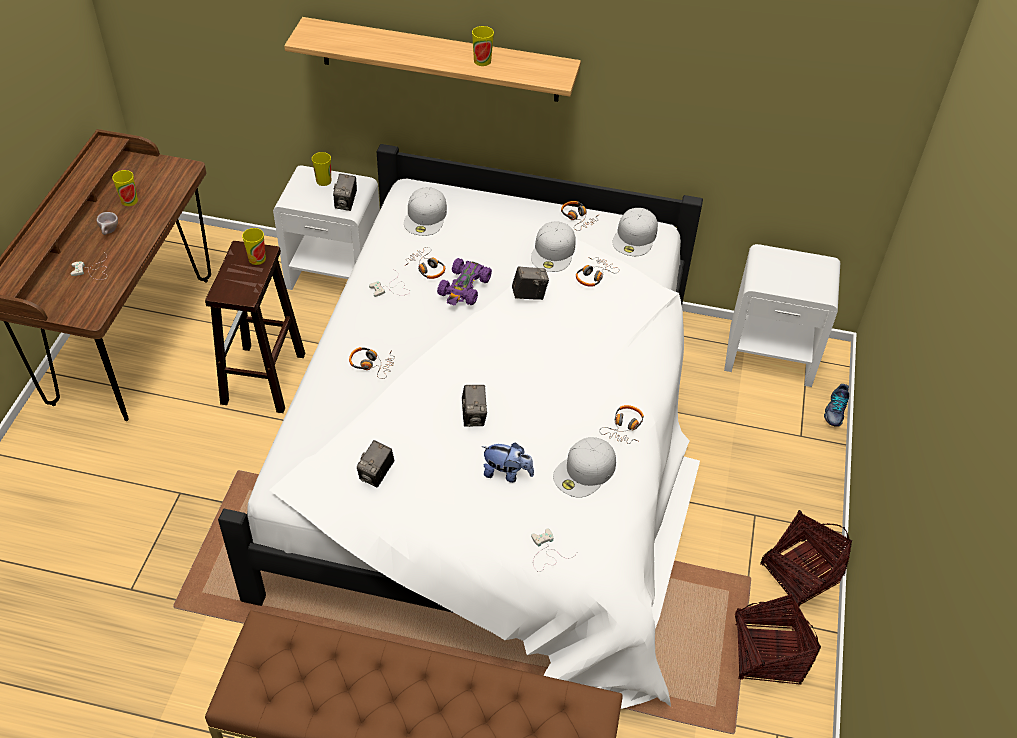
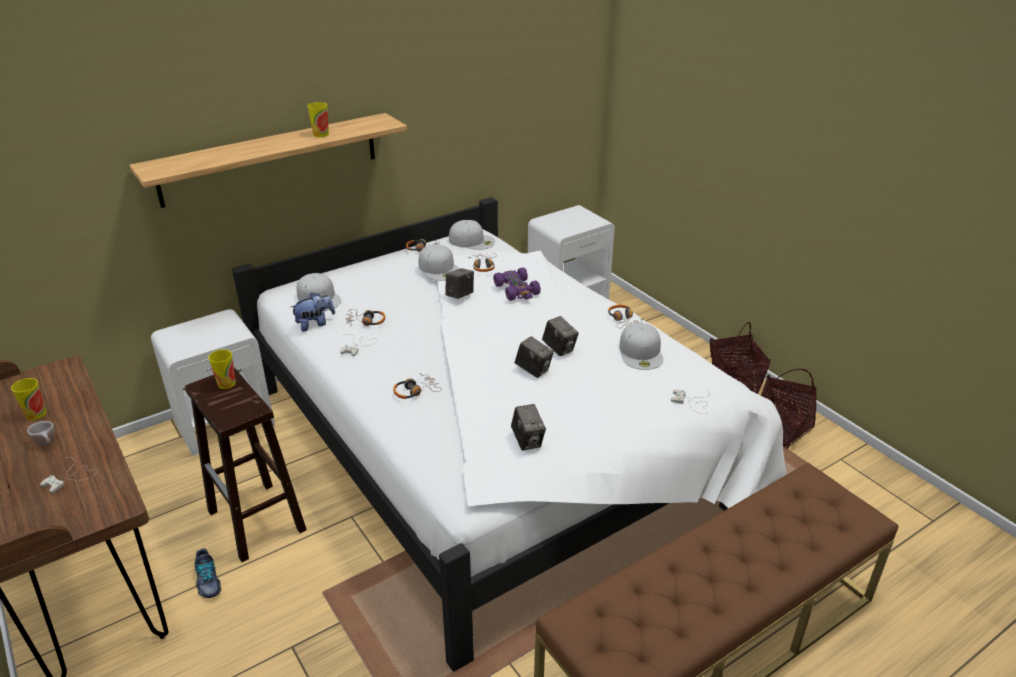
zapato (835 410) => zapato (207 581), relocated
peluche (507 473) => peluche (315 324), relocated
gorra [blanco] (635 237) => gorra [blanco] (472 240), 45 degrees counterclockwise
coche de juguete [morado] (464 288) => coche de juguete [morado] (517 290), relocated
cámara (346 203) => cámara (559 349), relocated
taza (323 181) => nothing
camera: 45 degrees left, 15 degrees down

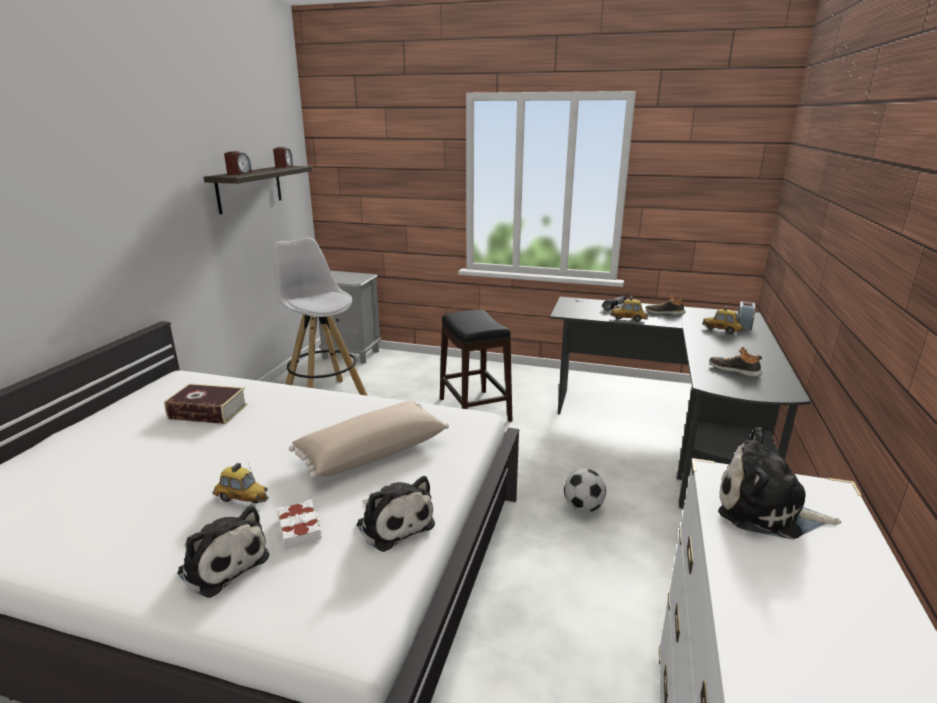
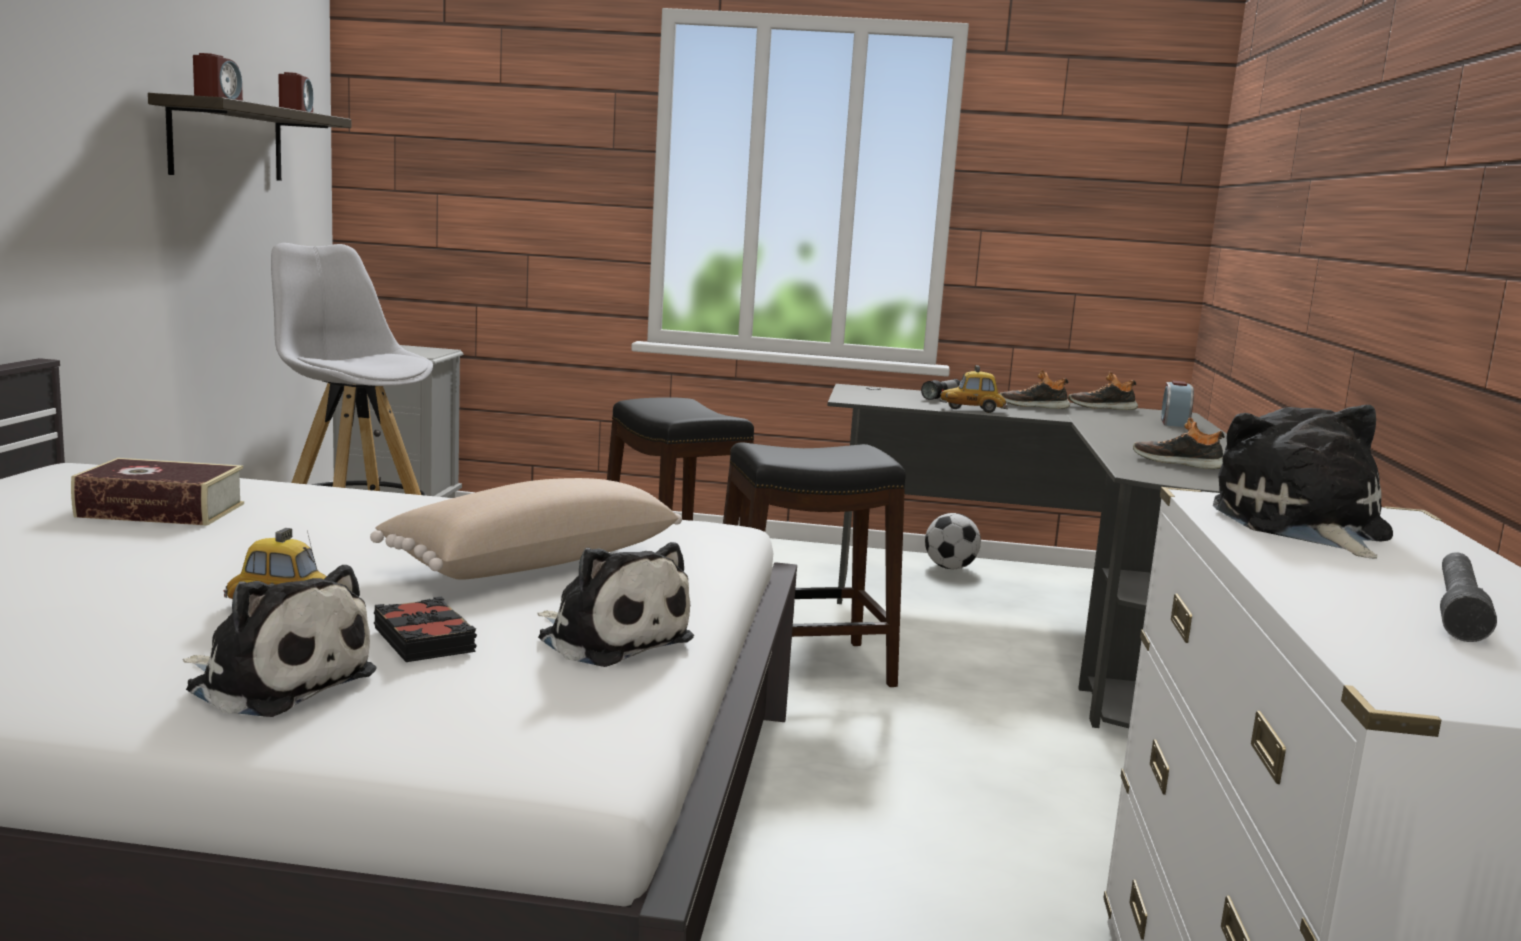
libro [blanco] (300 528) => libro [negro] (425 640)
nothing => taburete [negro] (799 666)
balón de fútbol (582 507) => balón de fútbol (949 568), relocated
nothing => zapato (1101 407)
peluche (766 510) => peluche (1302 526), 75 degrees clockwise
nothing => linterna [gris] (1458 610)
coche de juguete (721 330) => nothing
camera: 10 degrees left, 10 degrees down

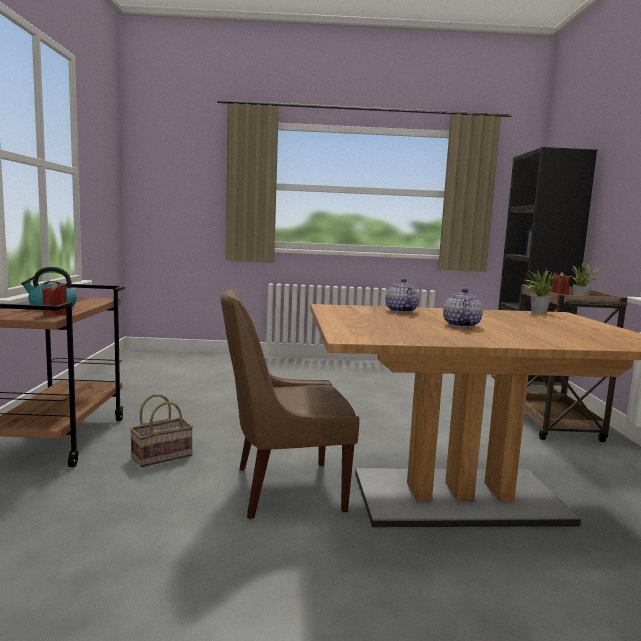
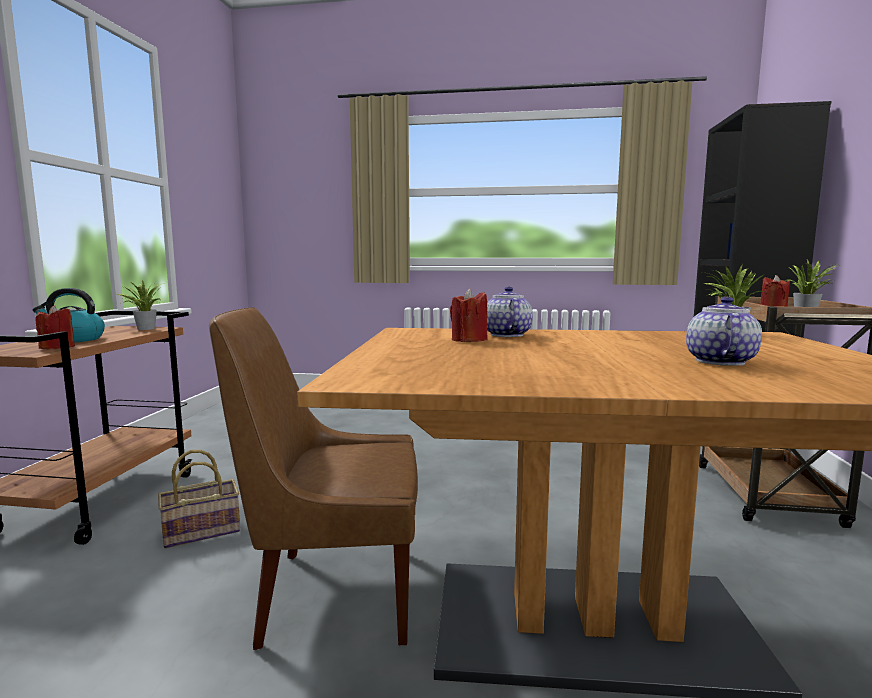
nothing => planta en maceta (144 329)
nothing => vela [rojo] (469 340)
tetera (460 325) => tetera (719 361), relocated
camera: 10 degrees right, 0 degrees up

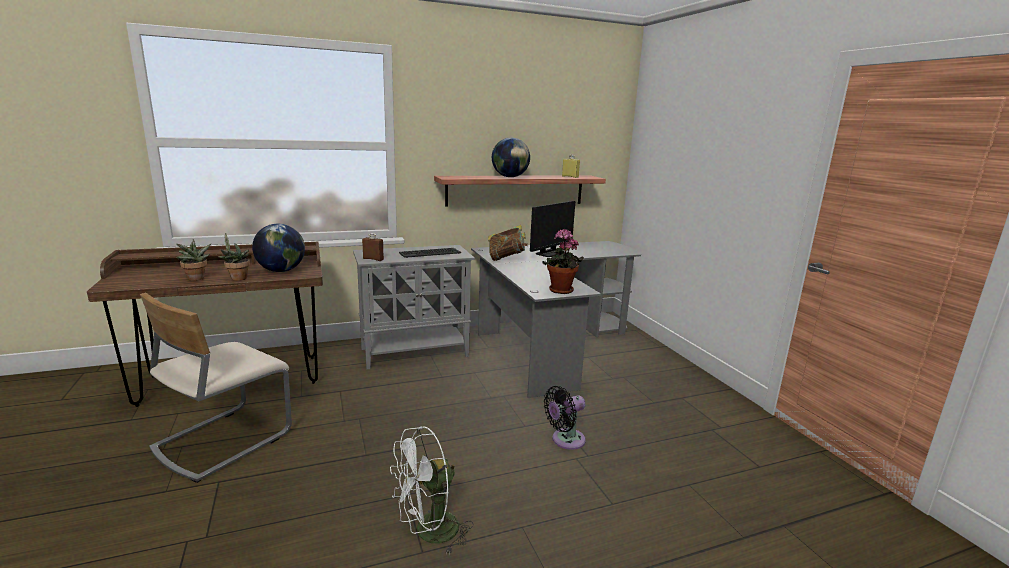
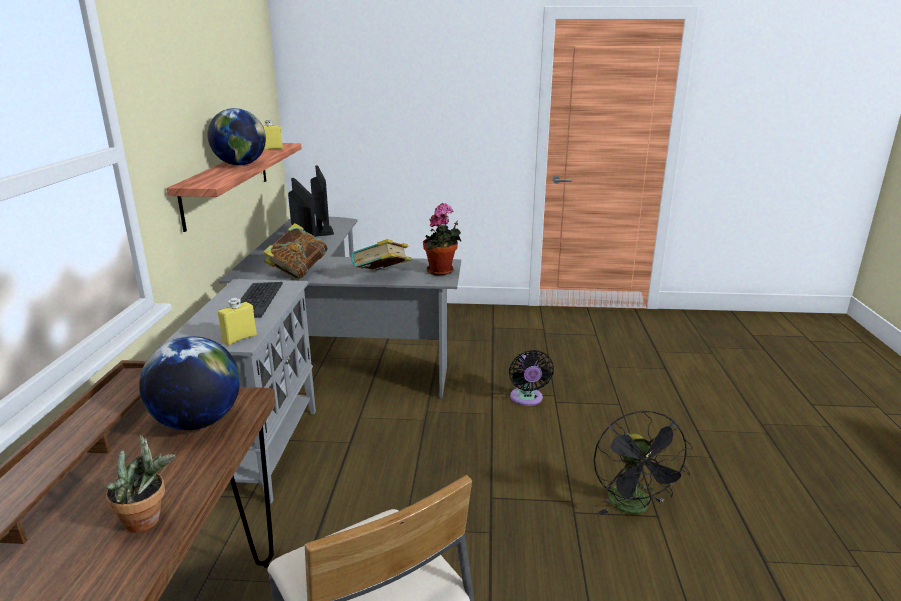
botella [marrón] (373 259) => botella [amarillo] (239 339)
nothing => monitor (322 231)
nothing => libro (382 276)
ventilador [blanco] (429 533) => ventilador [negro] (634 507)
planta en maceta (237 278) => nothing
camera: 65 degrees left, 5 degrees up

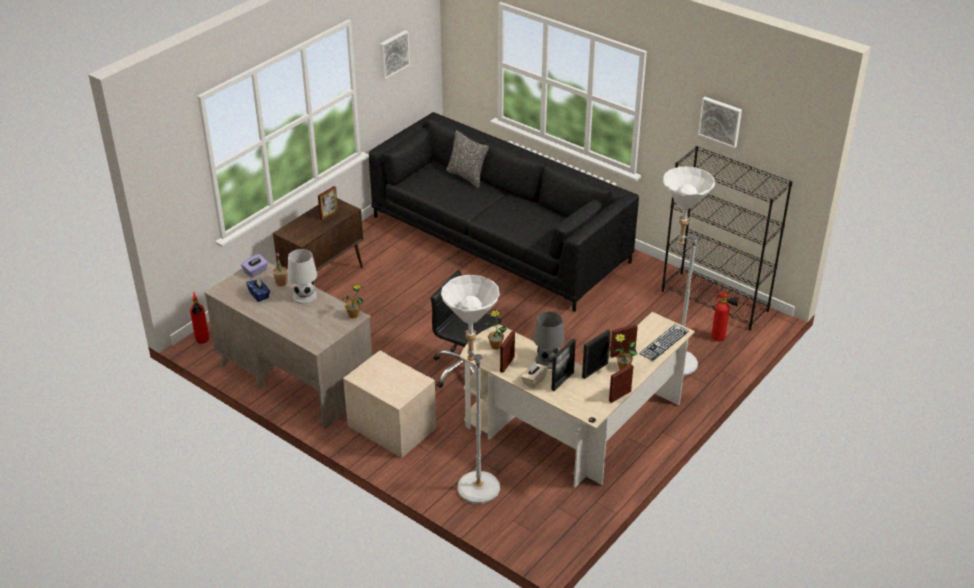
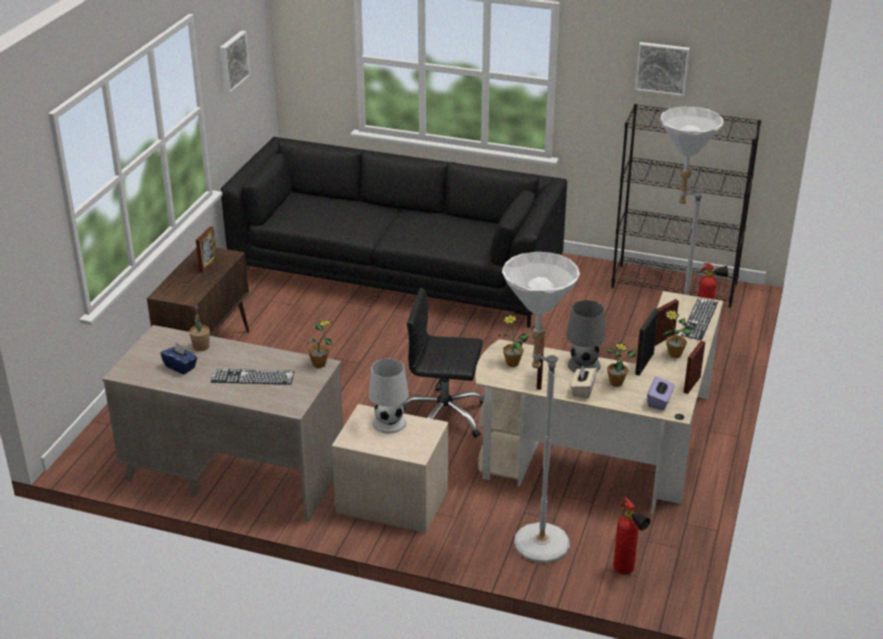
nothing => teclado (252 377)
lámpara de mesa [blanco] (304 296) => lámpara de mesa [blanco] (389 423), relocated
portarretratos (562 381) => planta en maceta (616 383)
extintor (203 343) => extintor (627 572), relocated
caja de pañuelos [morado] (256 271) => caja de pañuelos [morado] (659 401), relocated
cojín (467 177) => nothing
camera: 20 degrees left, 5 degrees down

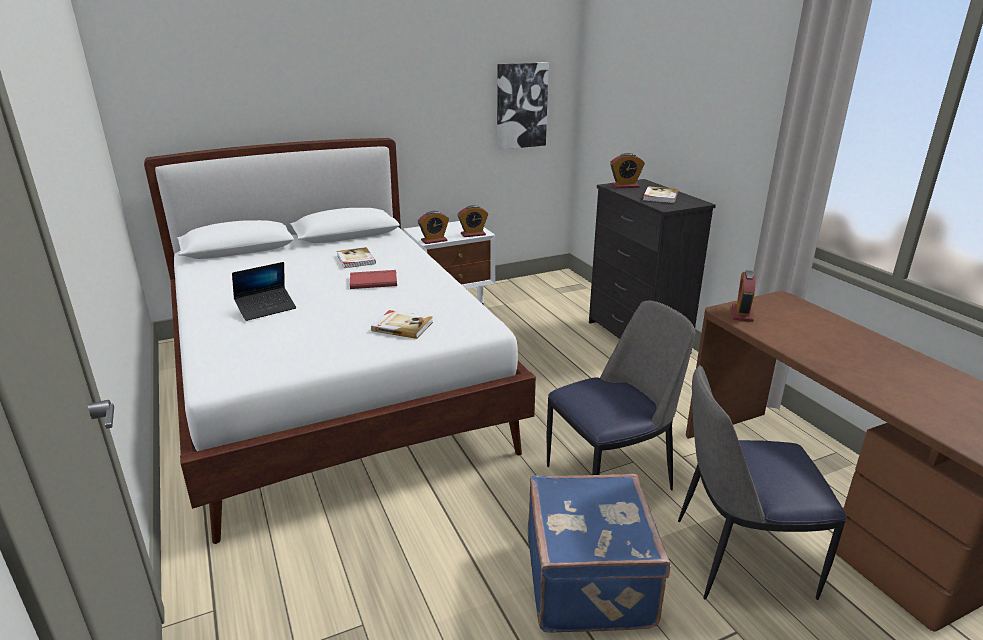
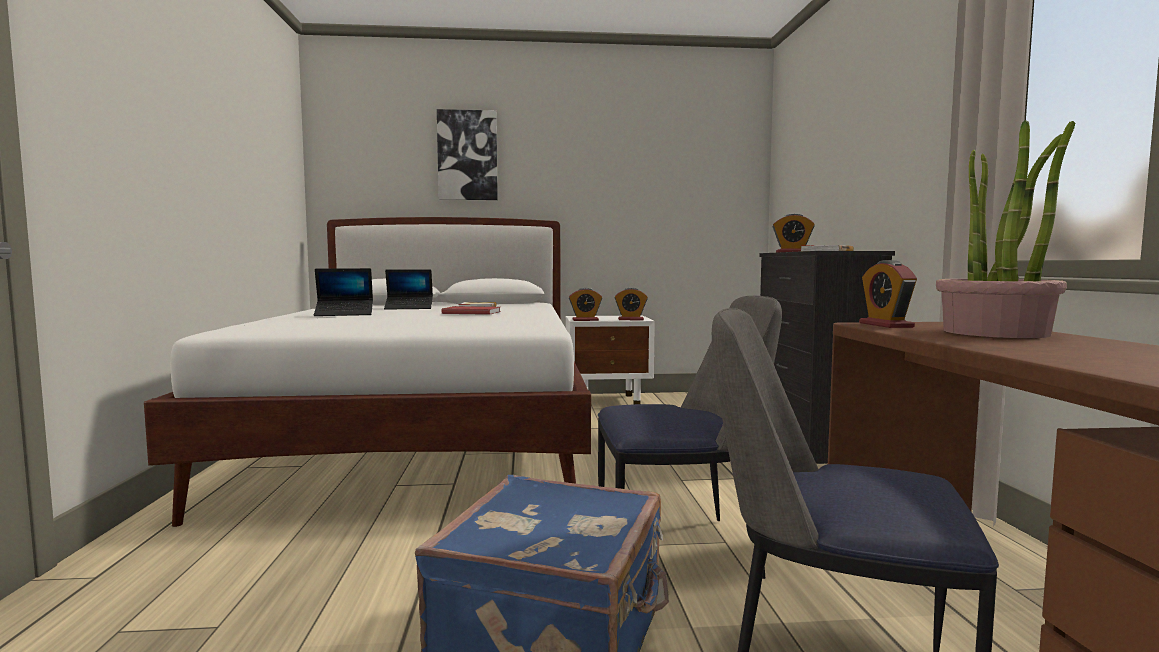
nothing => portátil (409 308)
cuadro (521 106) => cuadro (467 155), relocated
despertador (742 313) => despertador (885 325), 45 degrees counterclockwise
nothing => planta en maceta (996 333)
libro (402 326) => nothing
camera: 20 degrees right, 20 degrees down

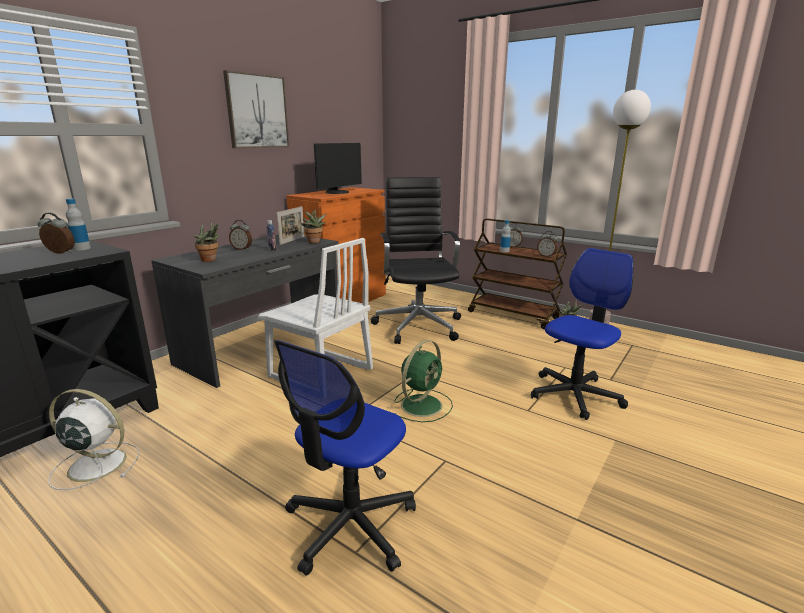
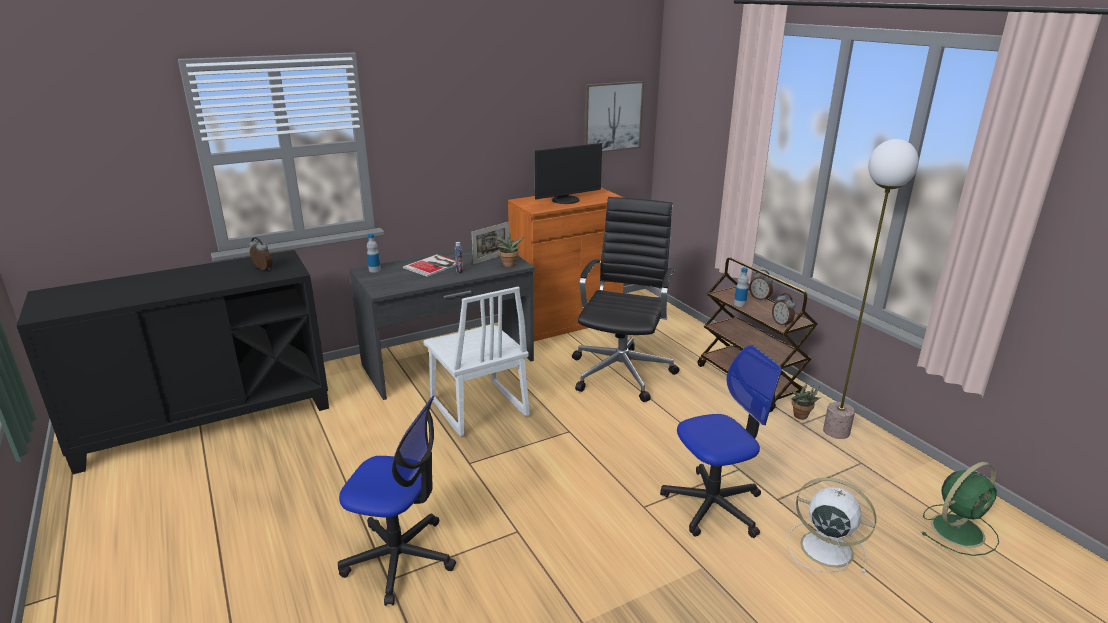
silla de oficina (350 525) => silla de oficina (400 558), 135 degrees counterclockwise
botella (82 248) => botella (374 270), relocated
despertador (242 249) => libro (433 265)
cuadro (257 111) => cuadro (612 117), relocated
ventilador [blanco] (95 464) => ventilador [blanco] (824 548), relocated
ventilador [verde] (422 404) => ventilador [verde] (959 529), relocated
planta en maceta (210 260) => nothing
camera: 25 degrees right, 5 degrees up

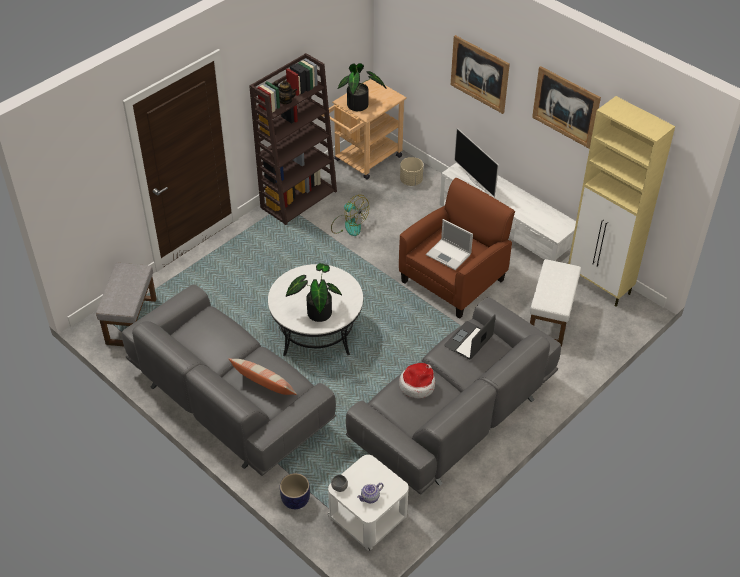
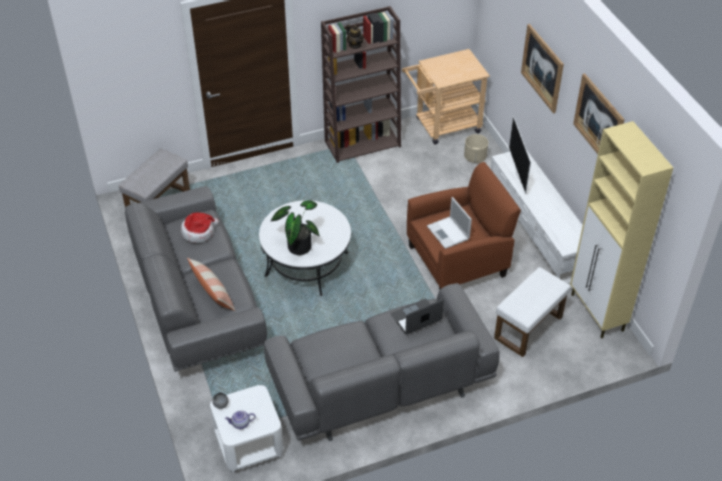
sombrero (417 385) => sombrero (199 232), relocated
maceta (295 500) => nothing
ventilador (348 225) => nothing
planta en maceta (360 106) => nothing
camera: 25 degrees right, 0 degrees up

